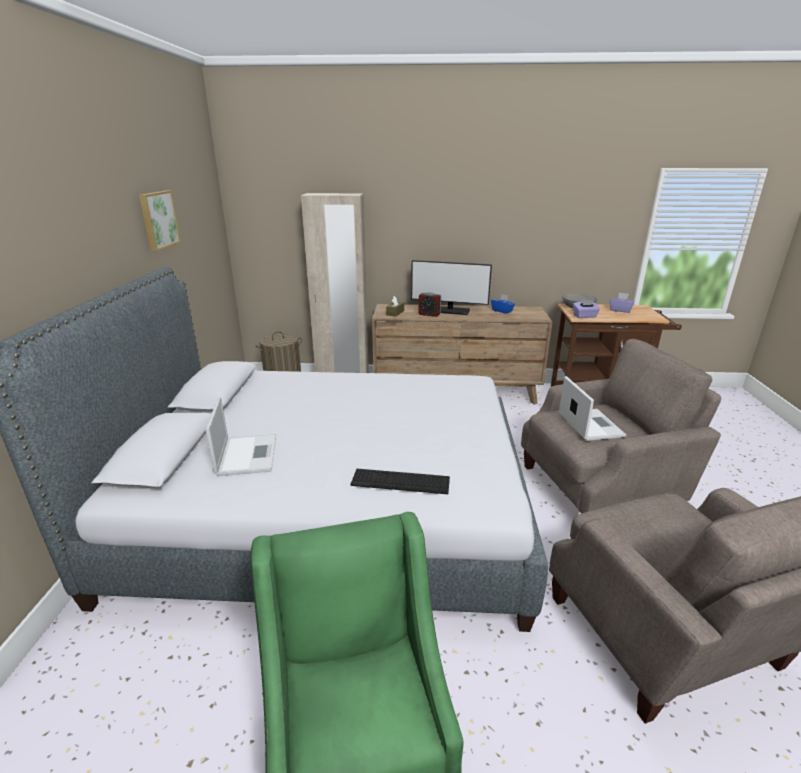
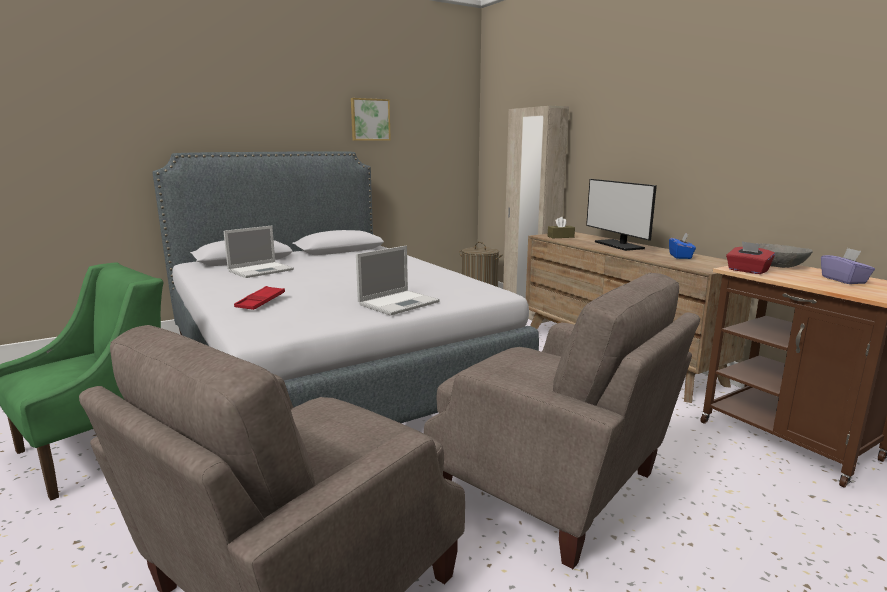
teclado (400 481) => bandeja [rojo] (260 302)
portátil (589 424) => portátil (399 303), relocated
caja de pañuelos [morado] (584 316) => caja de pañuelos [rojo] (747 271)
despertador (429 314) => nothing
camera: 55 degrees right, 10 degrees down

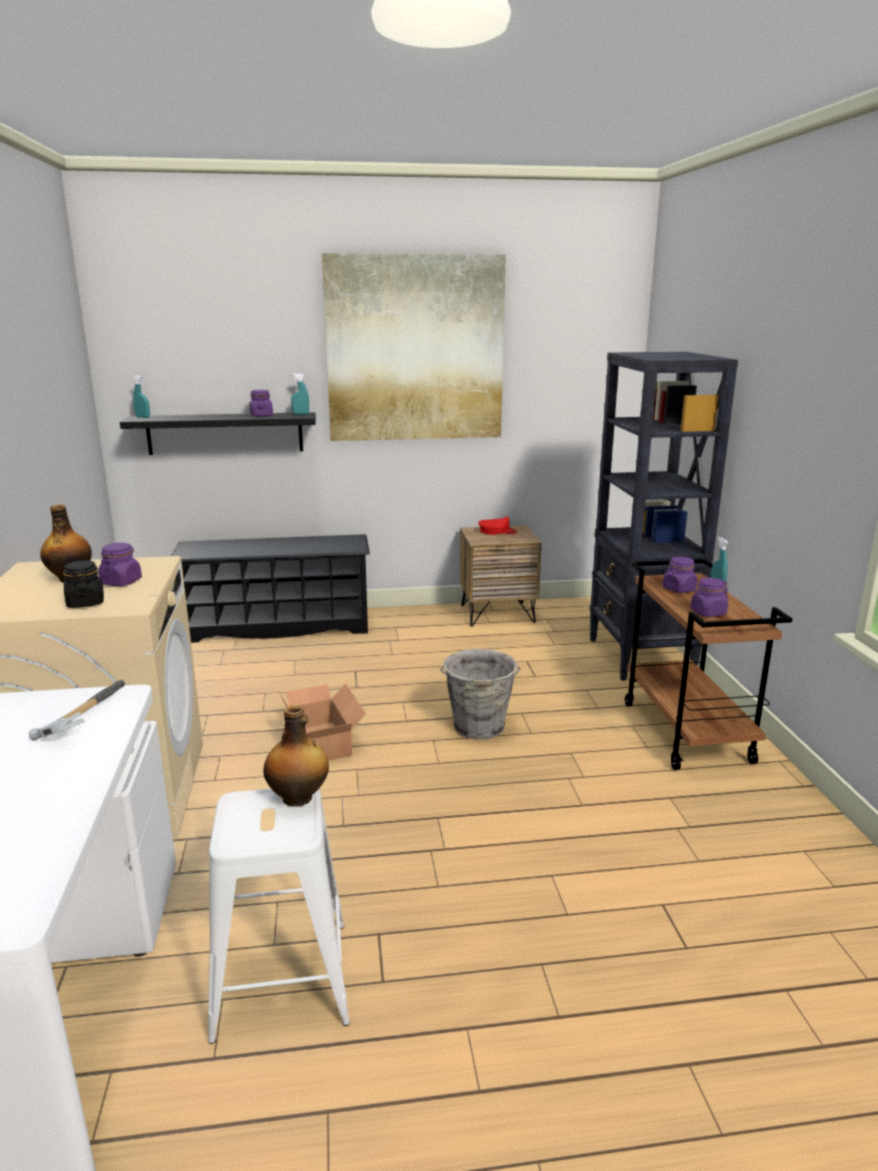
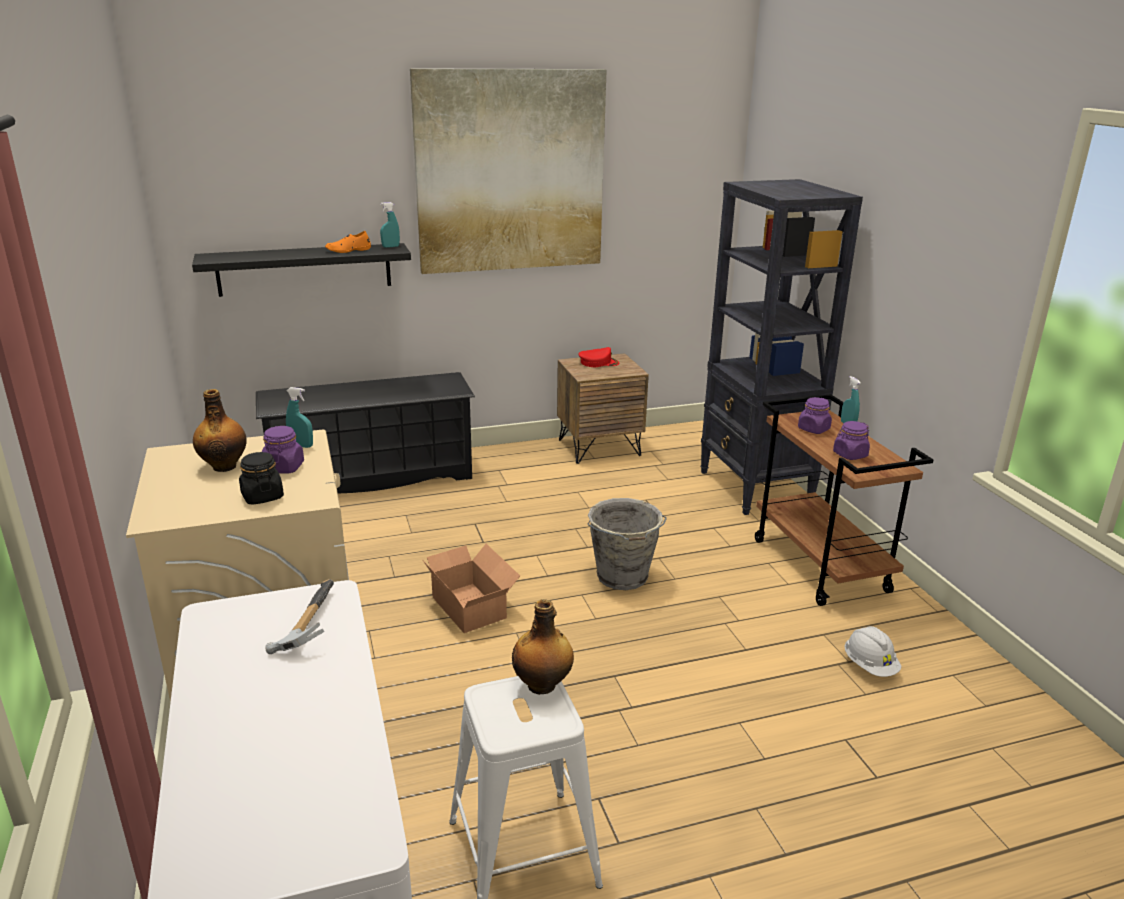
pulverizador [turquesa] (143 417) => pulverizador [turquesa] (301 446), relocated
tarro [morado] (261 415) => zapato [naranja] (348 250)
nothing => casco [blanco] (869 666)
camera: 10 degrees left, 5 degrees up

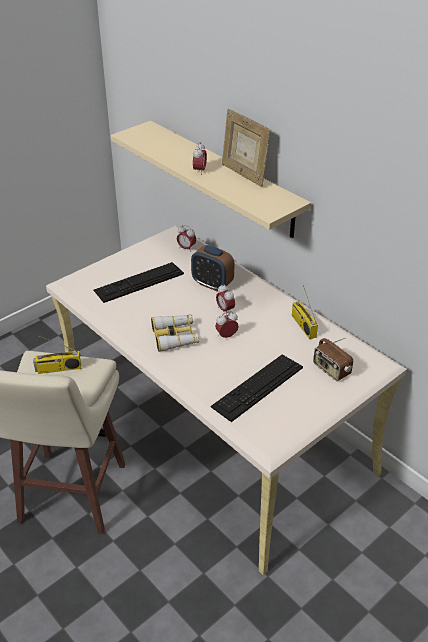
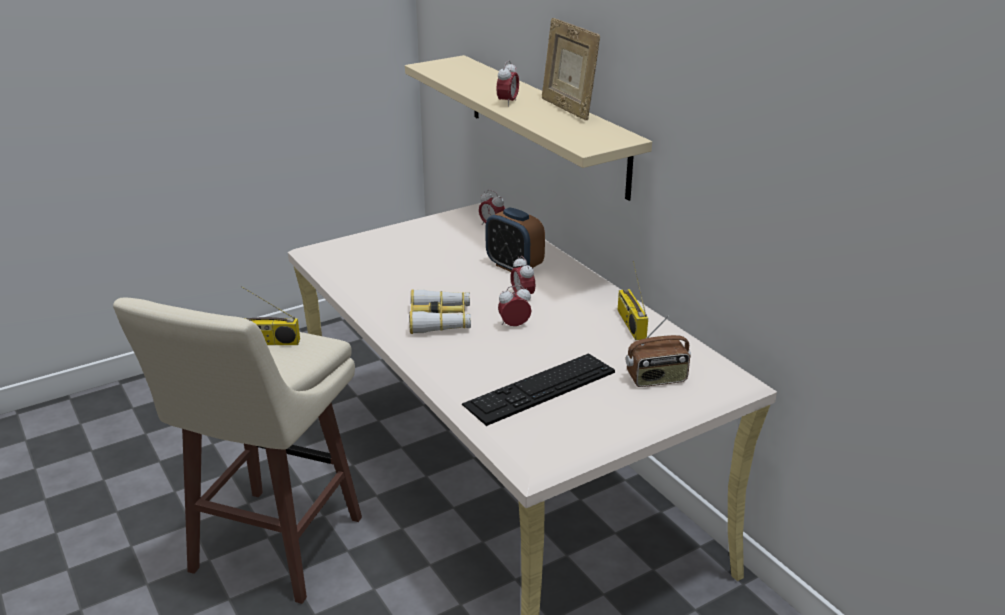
radio (331 370) => radio (657 379), 75 degrees counterclockwise
teclado (139 282) => nothing
camera: 10 degrees right, 10 degrees down

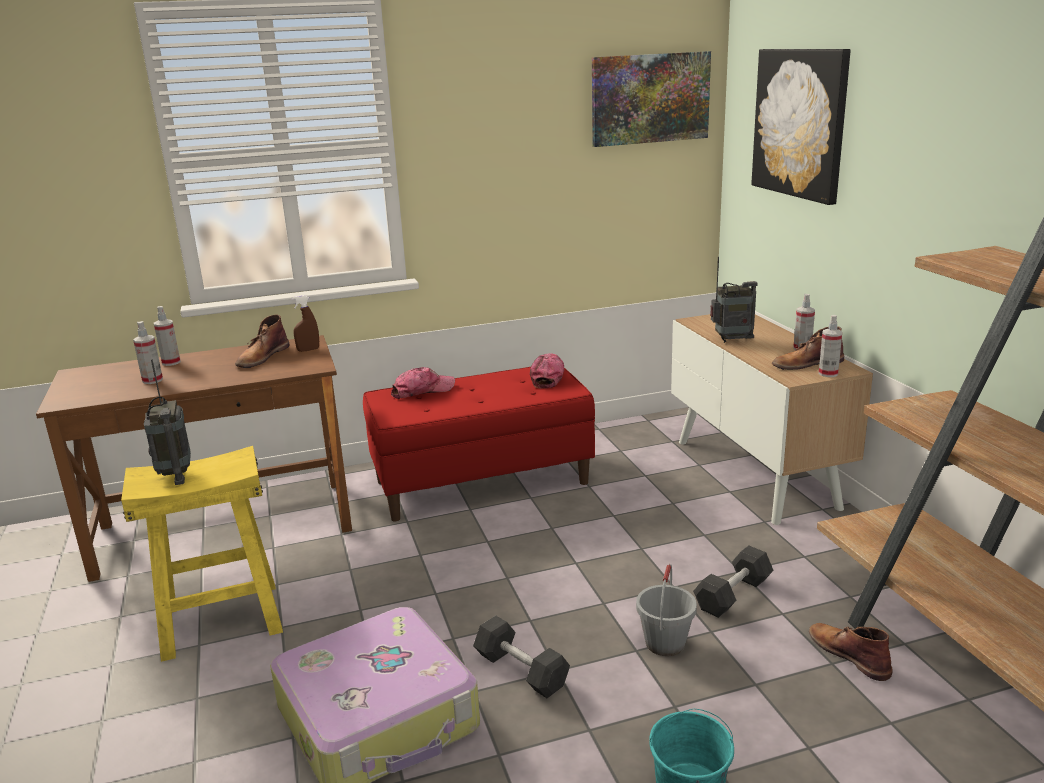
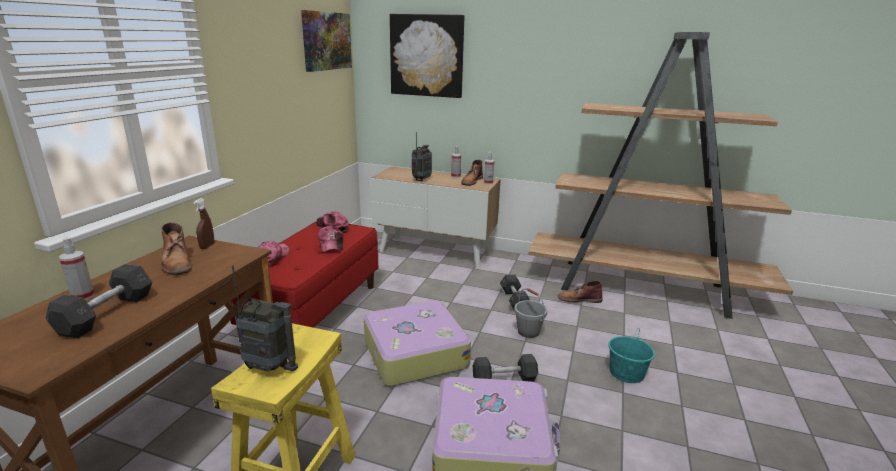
pulverizador (152 380) => mancuerna [gris] (106 313)
nothing => gorra (331 244)
nothing => maleta (414 353)
camera: 55 degrees left, 0 degrees up

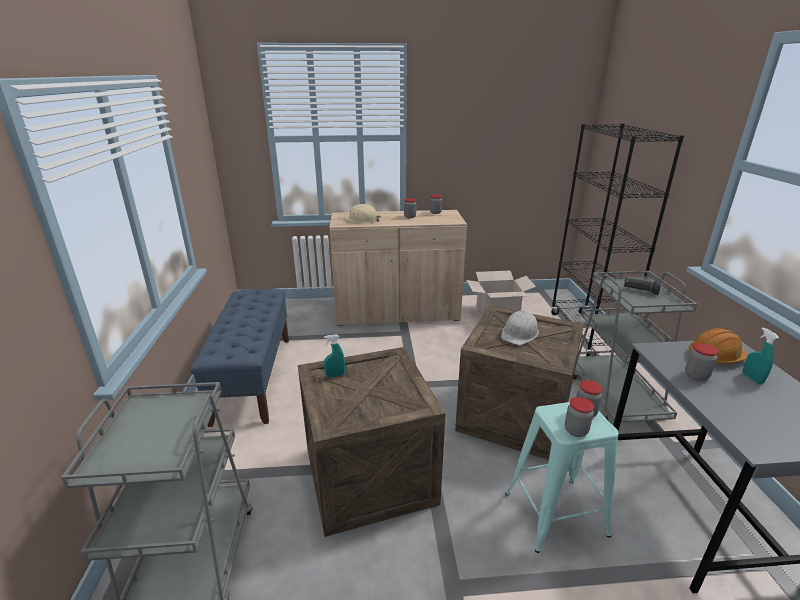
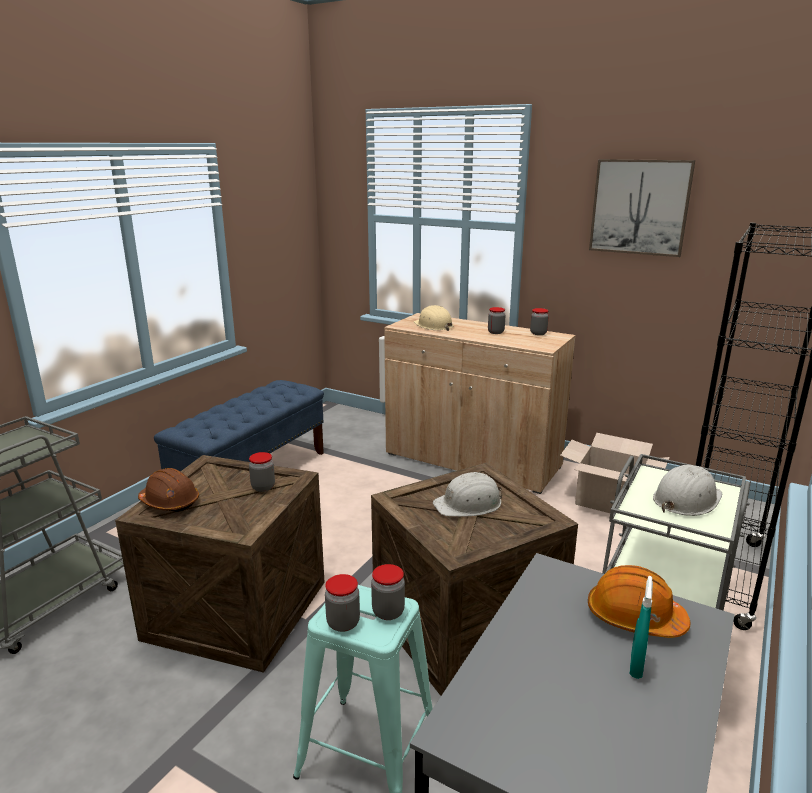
nothing => casco [marrón] (170 502)
tarro (696 376) => tarro (263 487), relocated
nothing => cuadro (640 207)
linterna [negro] (640 291) => casco [blanco] (686 499)
pulverizador [turquesa] (335 376) => nothing
camera: 35 degrees right, 5 degrees down

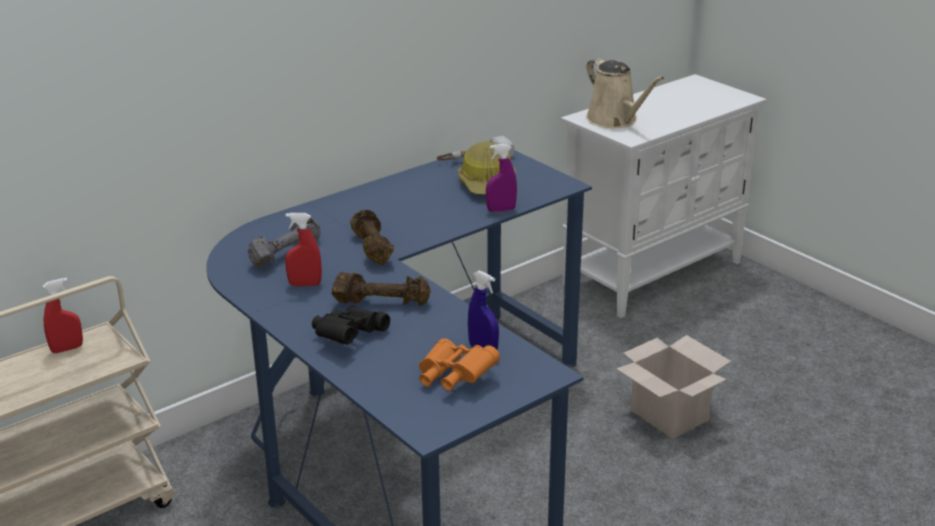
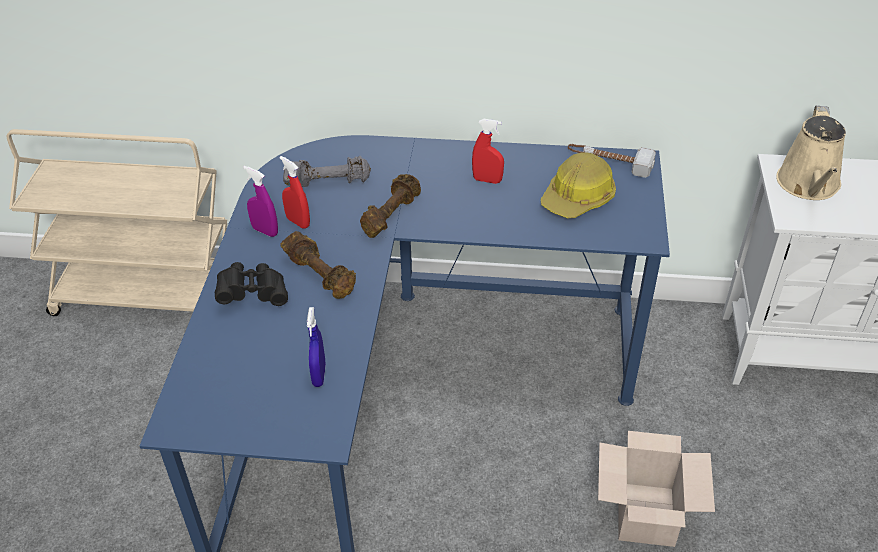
pulverizador [morado] (501 210) => pulverizador [morado] (265 231), relocated
pulverizador [rojo] (67 349) => pulverizador [rojo] (487 180), relocated
prismáticos [naranja] (453 378) => nothing
camera: 45 degrees right, 15 degrees up

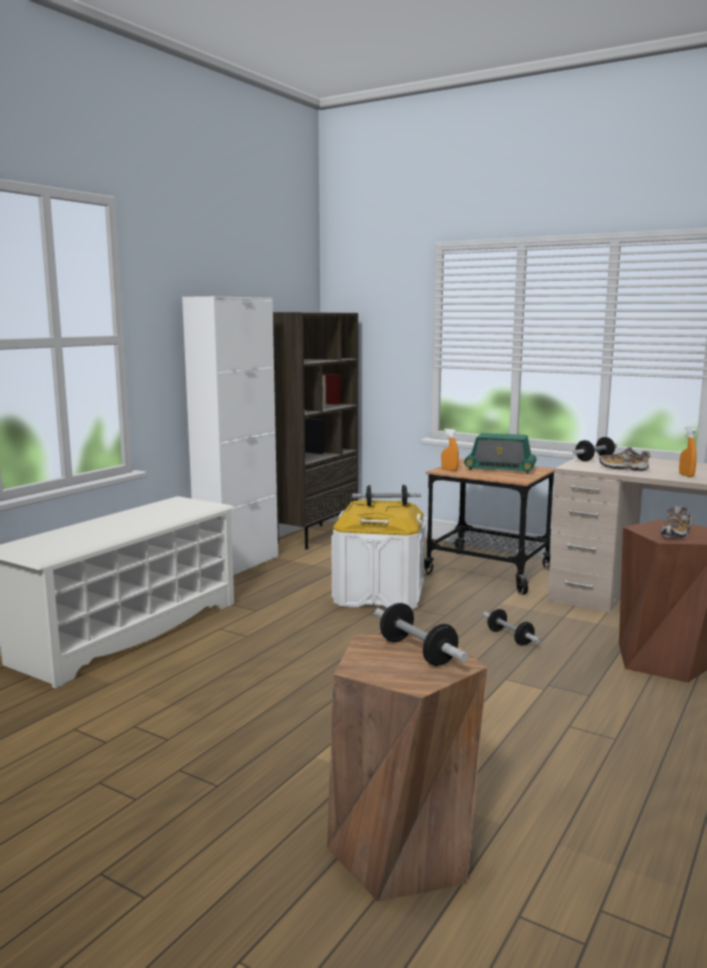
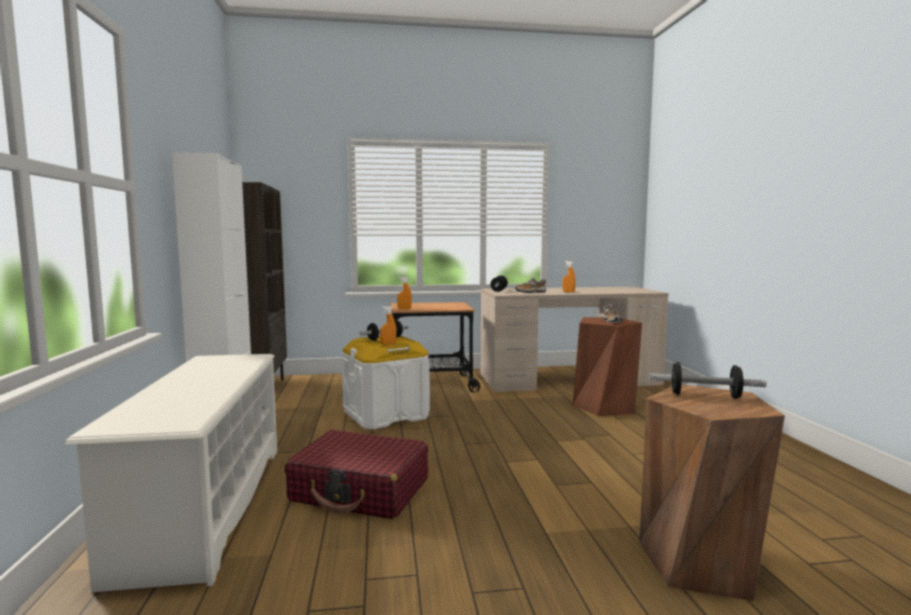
nothing => maleta [rojo] (360 490)
nothing => pulverizador [naranja] (388 344)
radio (500 469) => nothing
mancuerna (510 638) => nothing
camera: 40 degrees left, 5 degrees down

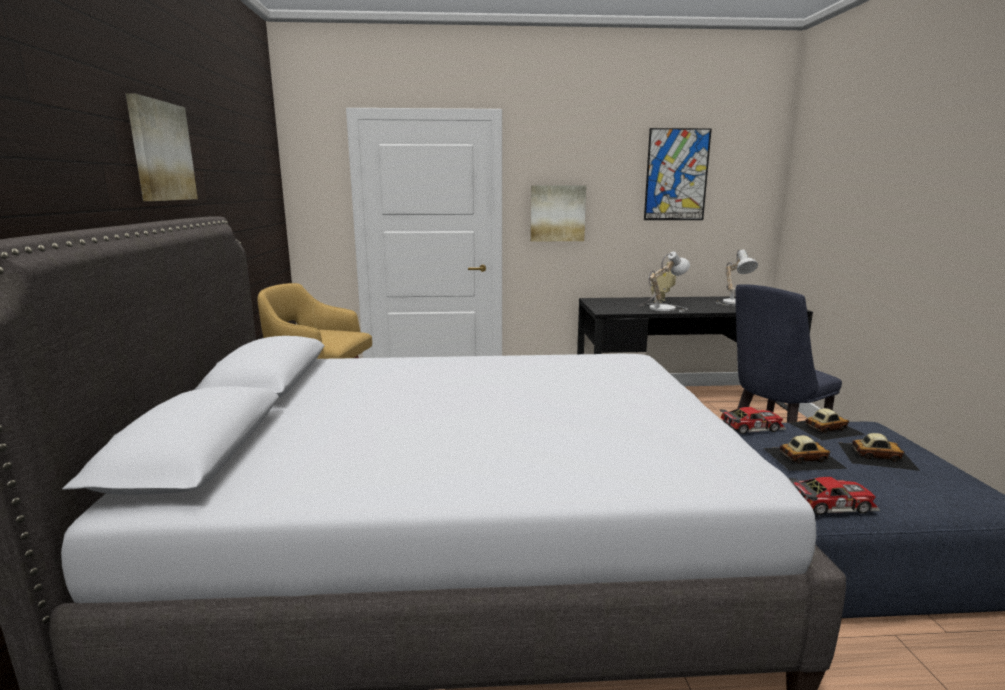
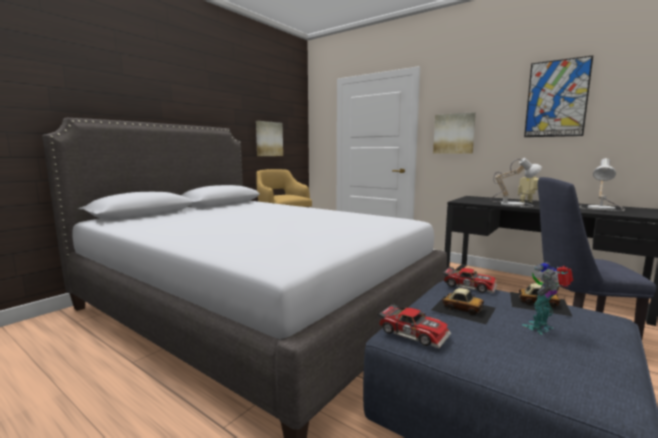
cuadro (160 151) => cuadro (269 139), relocated
coche de juguete (876 455) => robot de juguete (541 328)
camera: 40 degrees right, 5 degrees down

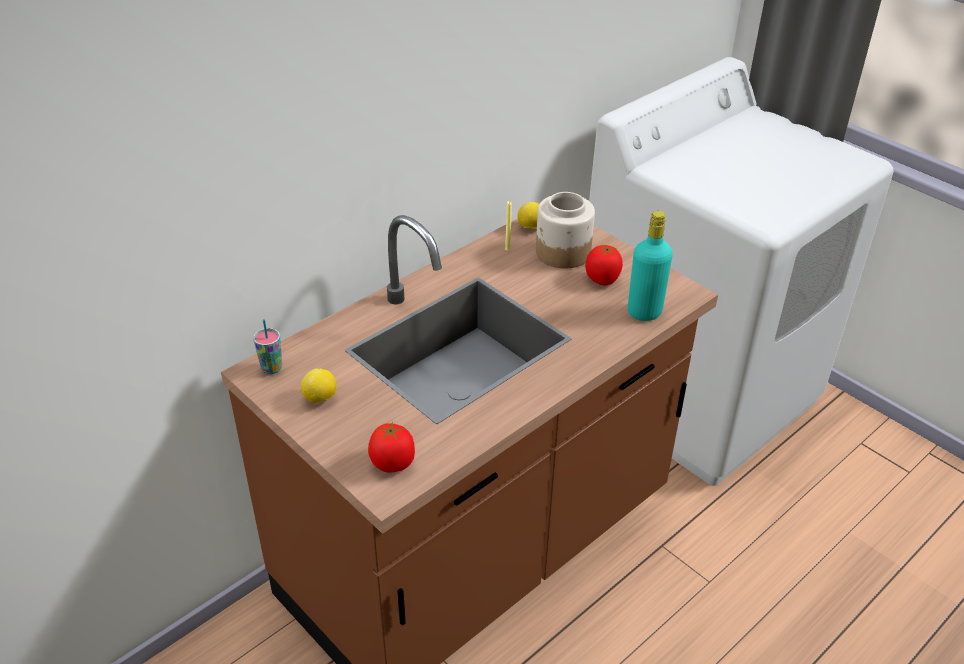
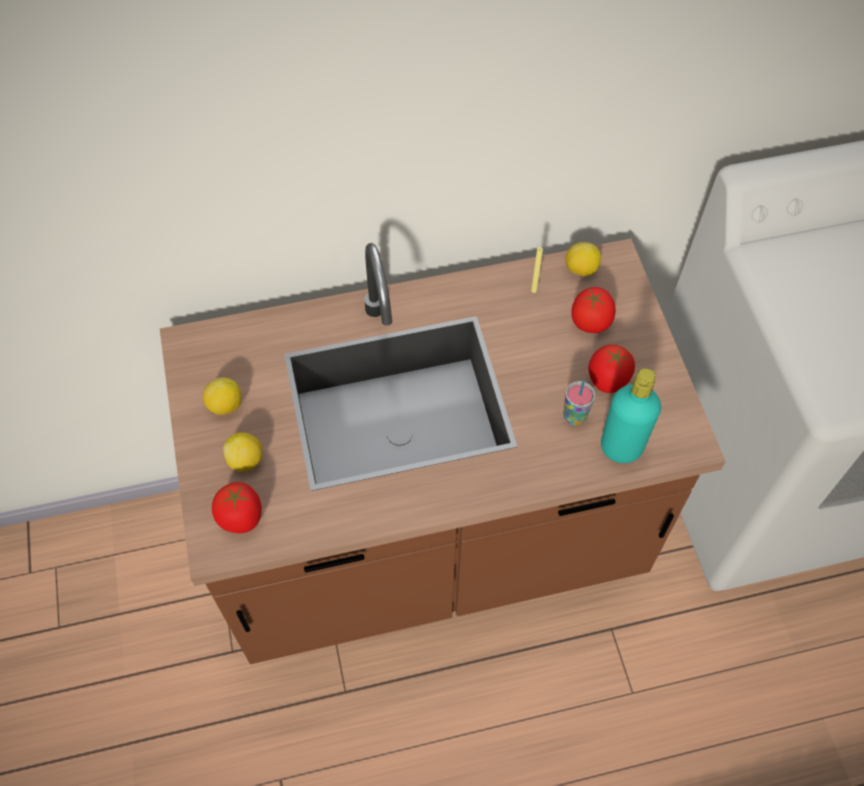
nothing => limón (246 460)
taza (271 368) => taza (574 417), relocated
tarro (562 253) => tomate (590 322)
camera: 30 degrees right, 20 degrees up

